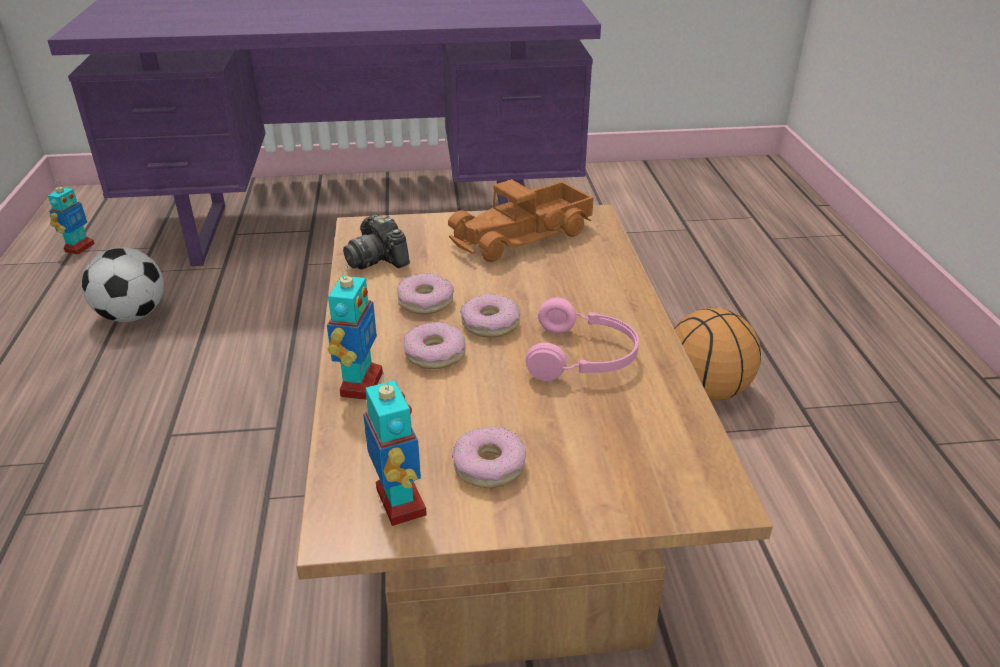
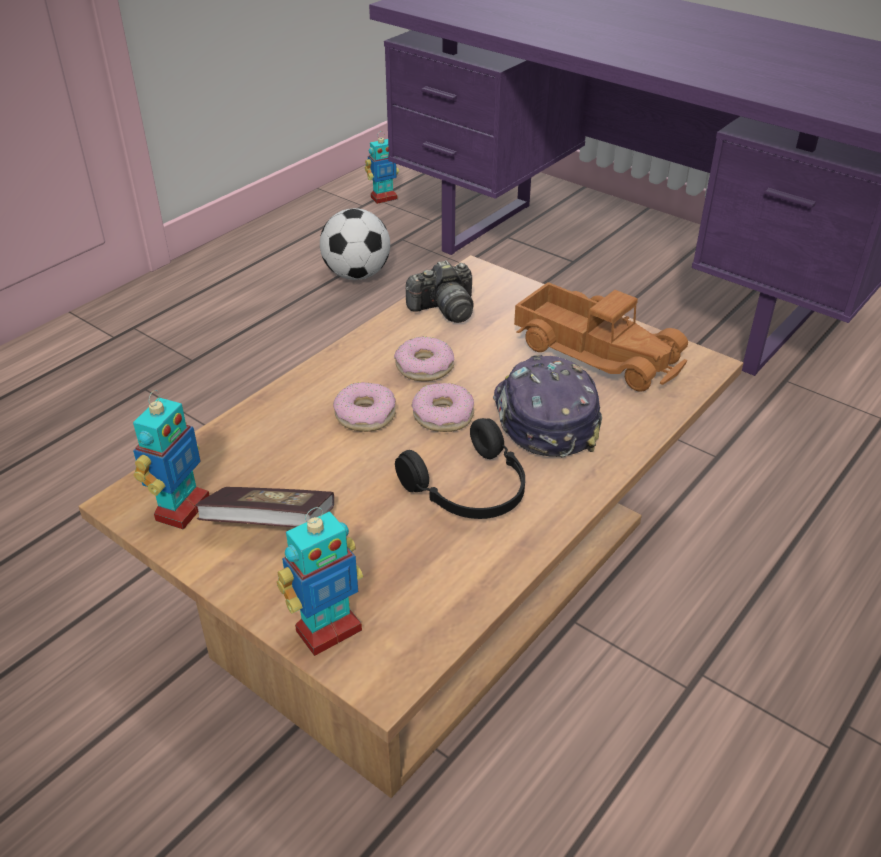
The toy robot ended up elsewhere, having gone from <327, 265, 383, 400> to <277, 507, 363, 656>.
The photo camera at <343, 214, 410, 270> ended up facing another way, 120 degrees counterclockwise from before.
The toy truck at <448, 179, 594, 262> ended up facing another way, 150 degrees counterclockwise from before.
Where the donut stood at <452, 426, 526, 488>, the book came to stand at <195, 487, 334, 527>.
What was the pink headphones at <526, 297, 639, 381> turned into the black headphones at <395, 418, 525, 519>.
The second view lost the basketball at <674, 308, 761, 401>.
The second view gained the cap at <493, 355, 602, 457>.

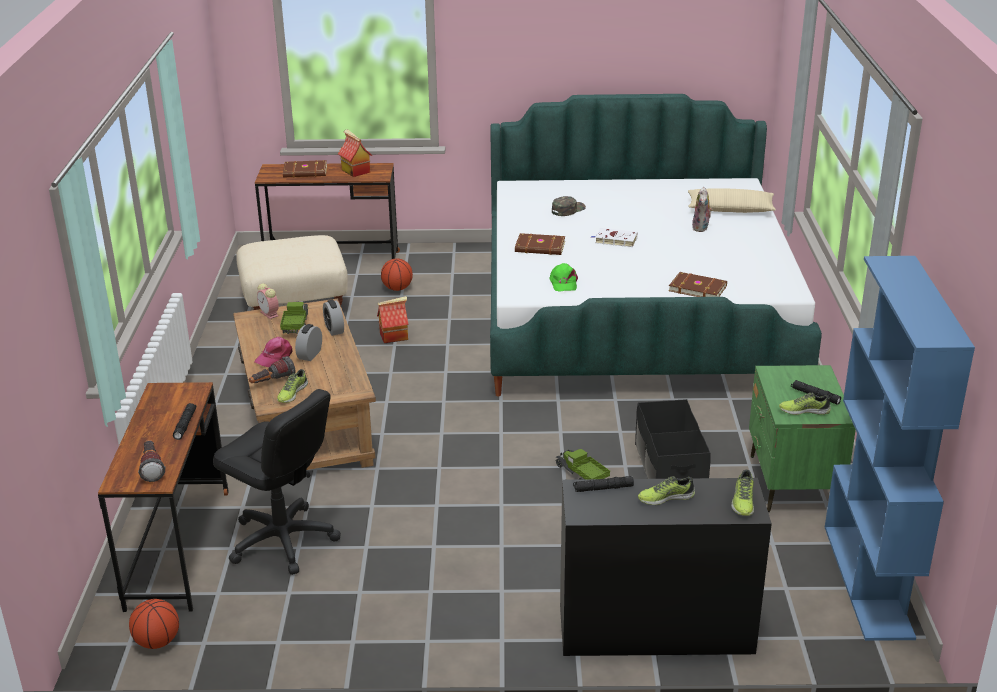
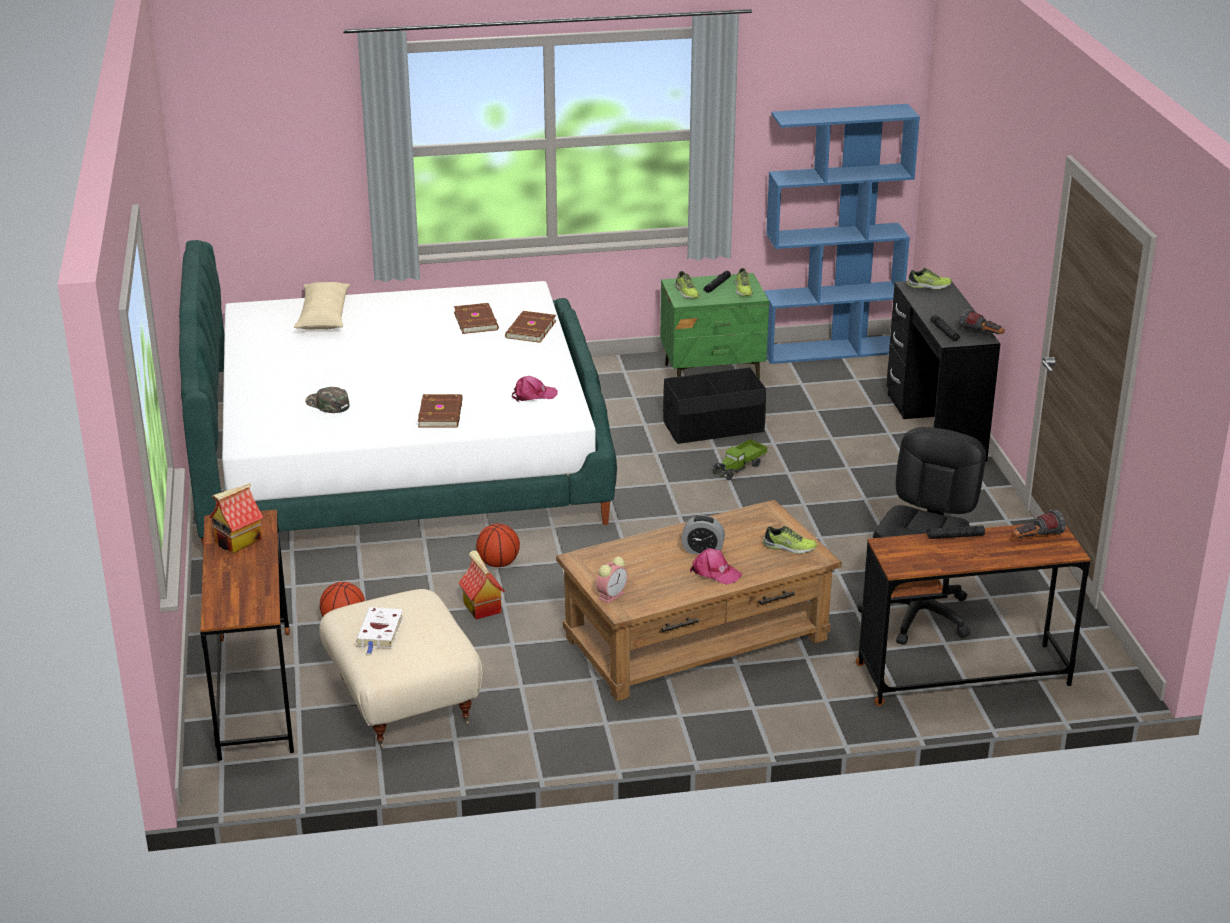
The basketball ended up elsewhere, having gone from <129, 599, 179, 649> to <476, 523, 520, 567>.
The flashlight ended up elsewhere, having gone from <249, 356, 295, 383> to <959, 308, 1005, 334>.
The second view lost the toy truck at <280, 302, 308, 334>.
The brown book ended up elsewhere, having gone from <283, 160, 327, 178> to <454, 303, 499, 334>.
The second view lost the alarm clock at <323, 300, 344, 336>.
What was the green cap at <549, 263, 578, 291> turned into the pink cap at <512, 376, 558, 402>.
The white book ended up elsewhere, having gone from <591, 228, 638, 247> to <356, 607, 403, 654>.
The shoe ended up elsewhere, having gone from <638, 476, 695, 505> to <675, 271, 700, 299>.
The second view lost the plush toy at <692, 187, 713, 232>.

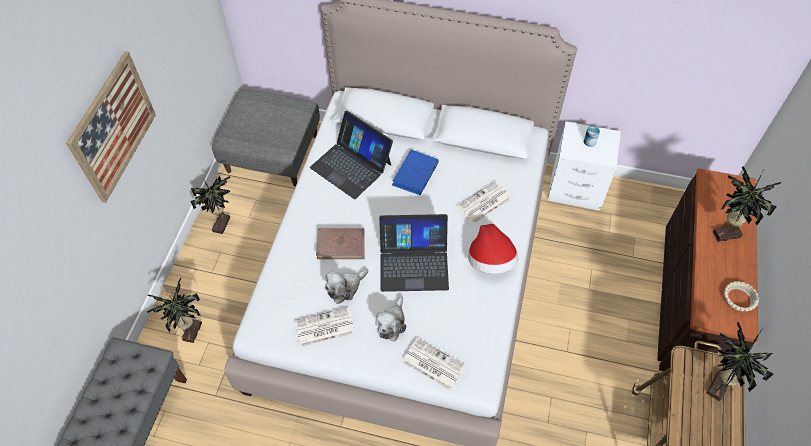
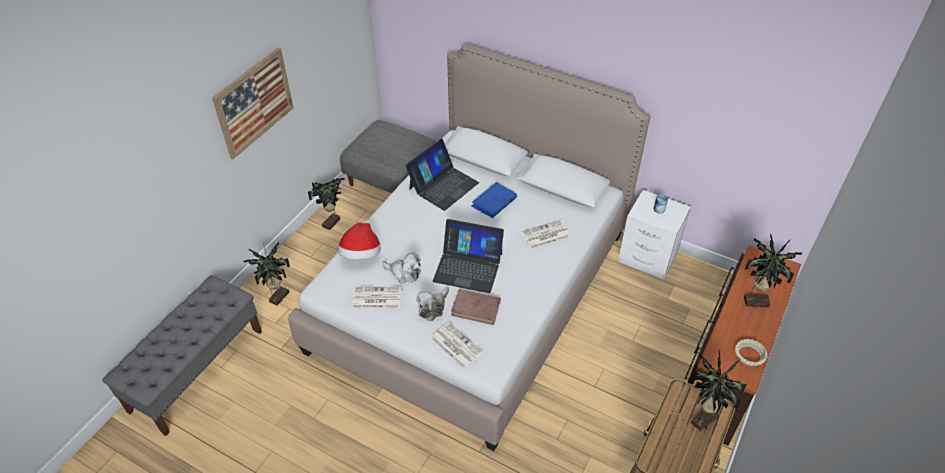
The laptop at <310, 111, 393, 199> ended up facing another way, 105 degrees counterclockwise from before.
The brown book ended up elsewhere, having gone from <316, 228, 365, 259> to <451, 289, 501, 325>.
The plush toy at <325, 269, 368, 304> ended up facing another way, 135 degrees counterclockwise from before.
The hat ended up elsewhere, having gone from <468, 224, 518, 274> to <338, 222, 381, 259>.

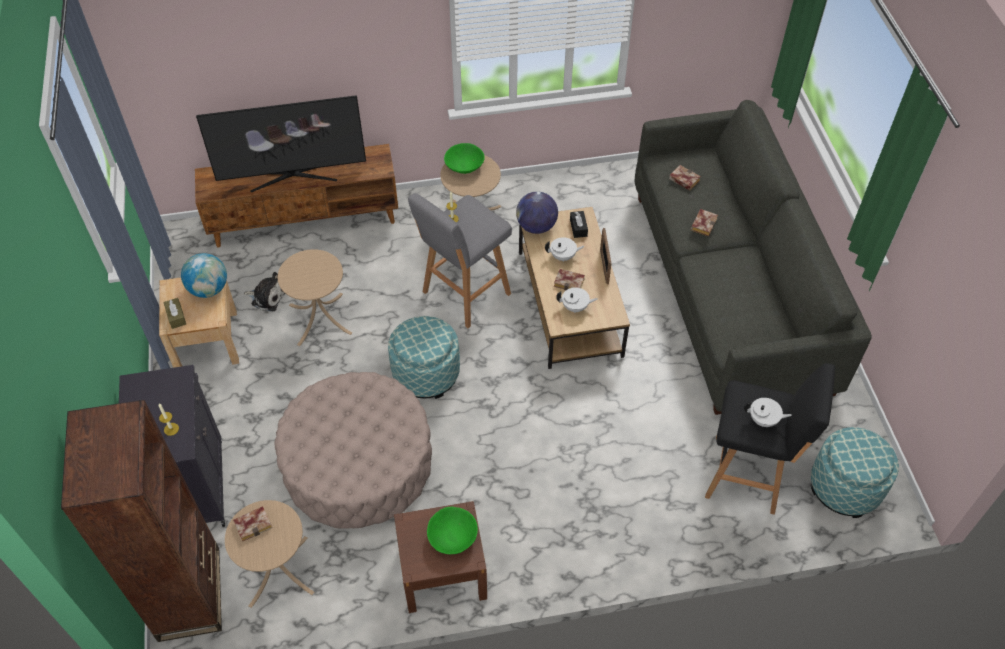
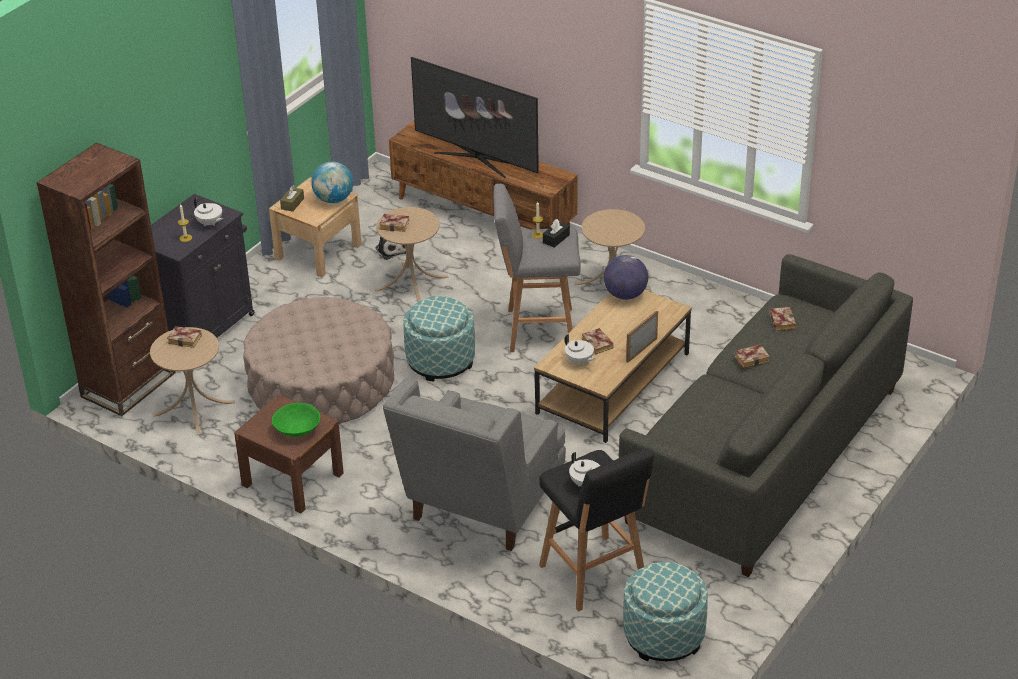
The second view lost the green bowl at <444, 143, 485, 174>.
The white teapot ended up elsewhere, having gone from <545, 237, 585, 262> to <194, 198, 223, 227>.
The black tissue box ended up elsewhere, having gone from <570, 211, 588, 238> to <543, 219, 570, 248>.
The second view gained the book at <379, 214, 409, 232>.
The second view gained the grey armchair at <383, 378, 566, 551>.

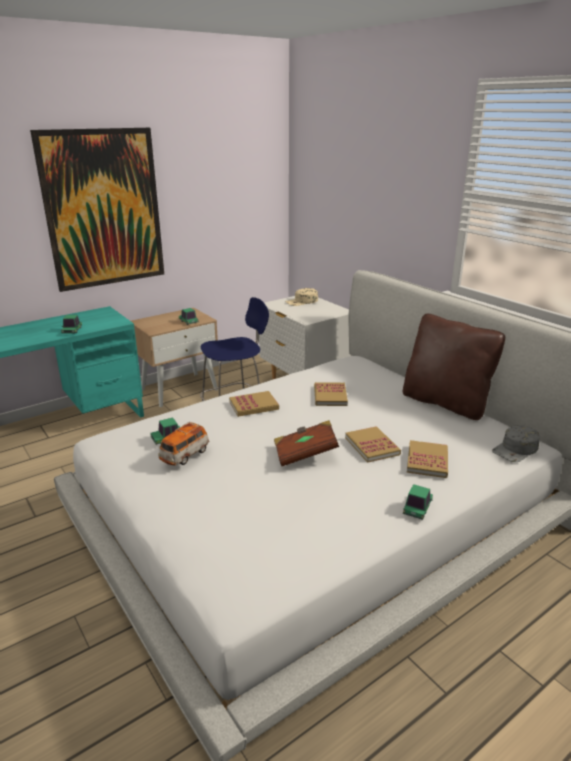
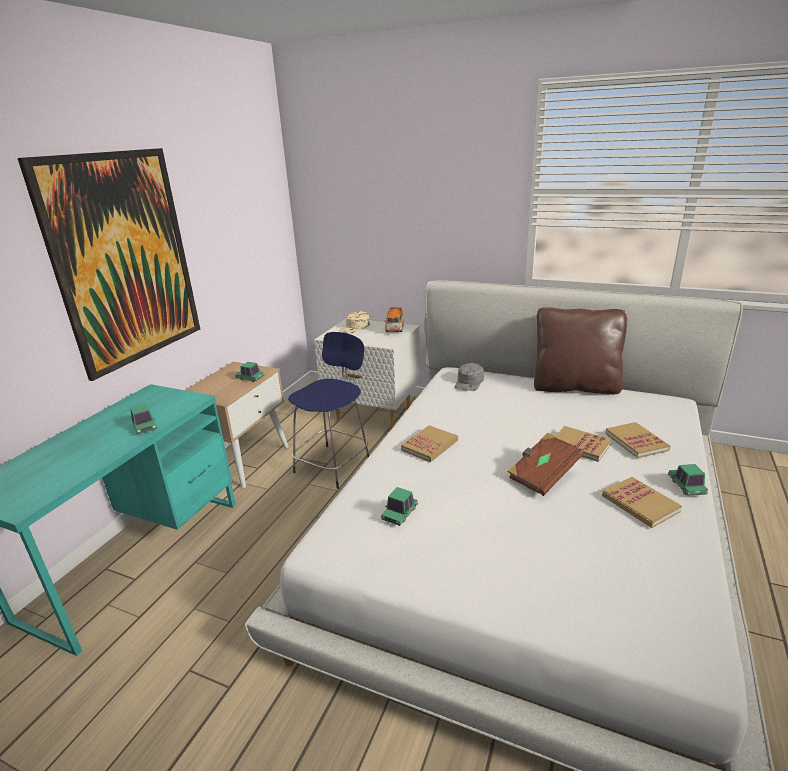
The toy car ended up elsewhere, having gone from <158, 422, 209, 465> to <384, 307, 405, 332>.
The book ended up elsewhere, having gone from <314, 382, 348, 406> to <602, 477, 682, 528>.
The grey cap ended up elsewhere, having gone from <492, 426, 540, 462> to <455, 363, 484, 391>.

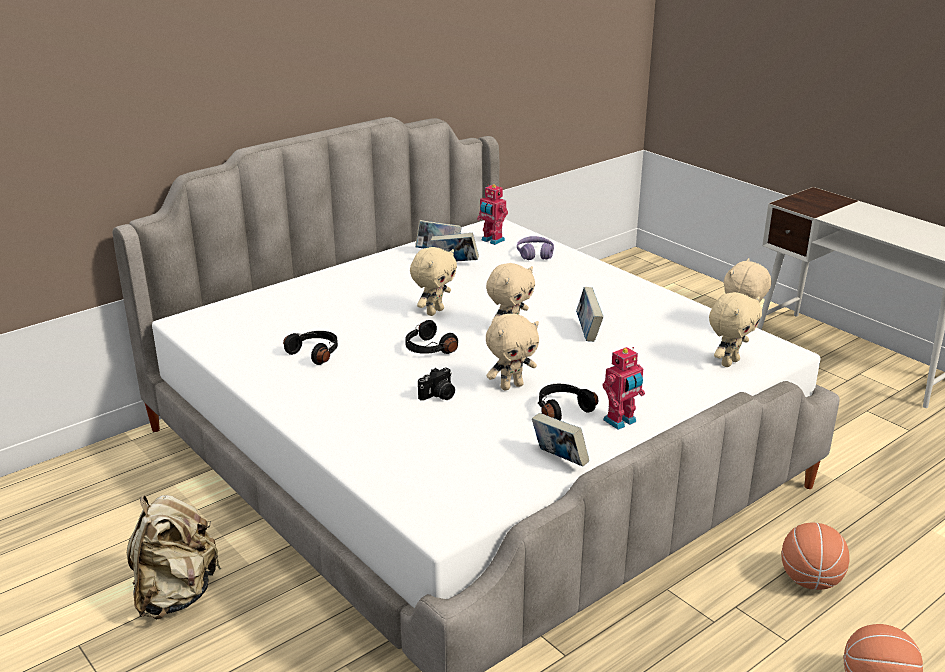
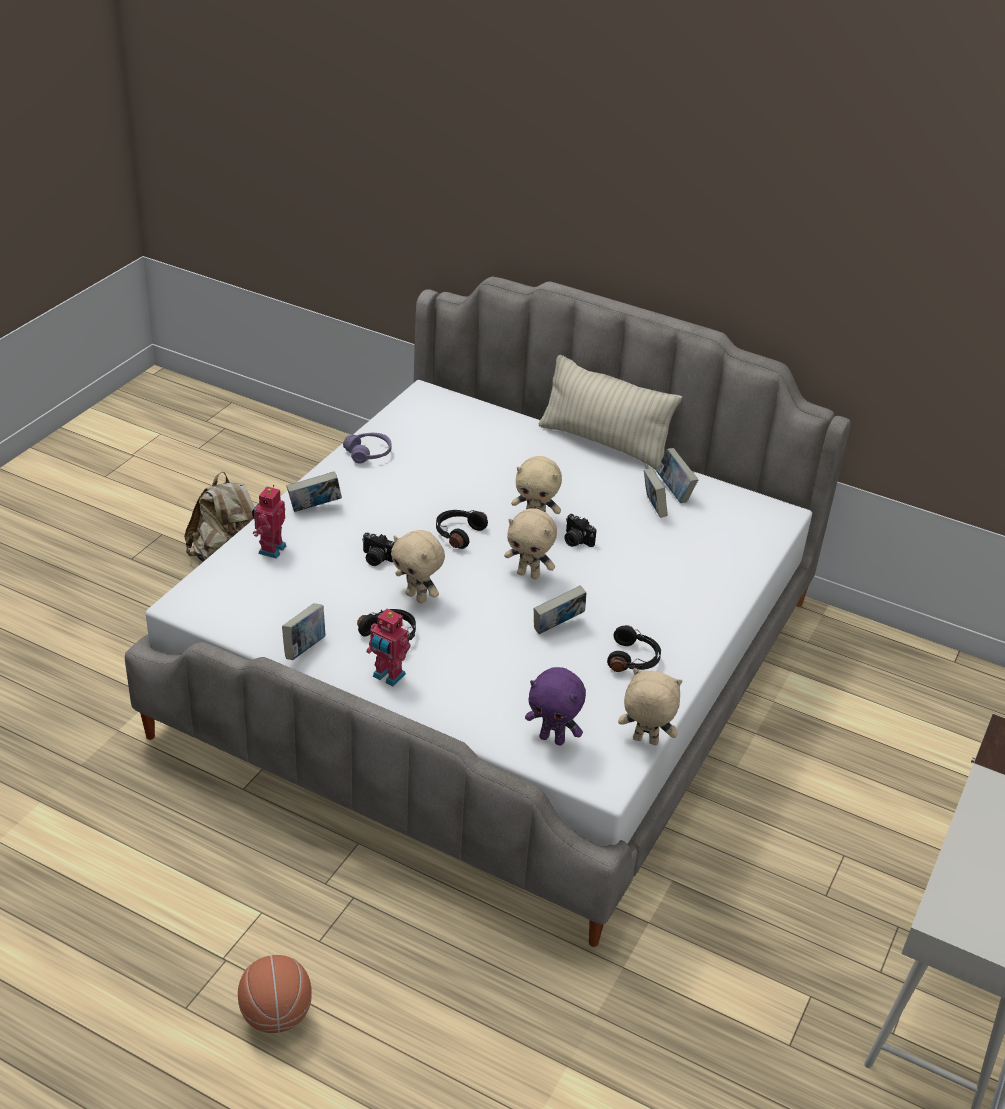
The black headphones ended up elsewhere, having gone from <283, 331, 338, 365> to <607, 625, 661, 672>.
The toy robot ended up elsewhere, having gone from <477, 184, 508, 245> to <252, 485, 286, 559>.
The purple headphones ended up elsewhere, having gone from <517, 236, 554, 260> to <343, 433, 391, 463>.
What was the beige plush toy at <709, 292, 762, 367> turned into the purple plush toy at <525, 667, 586, 746>.
The second view lost the basketball at <782, 522, 850, 590>.
The second view gained the book at <286, 471, 342, 512>.
The second view gained the beige pillow at <538, 355, 682, 470>.
The second view gained the photo camera at <564, 514, 597, 547>.

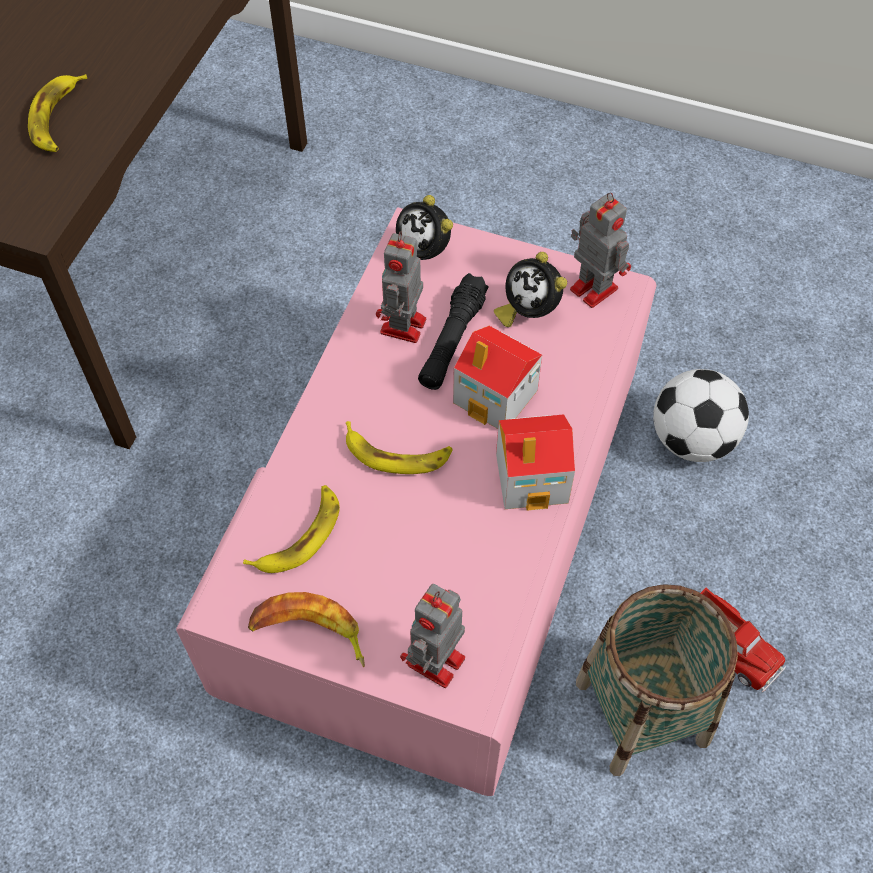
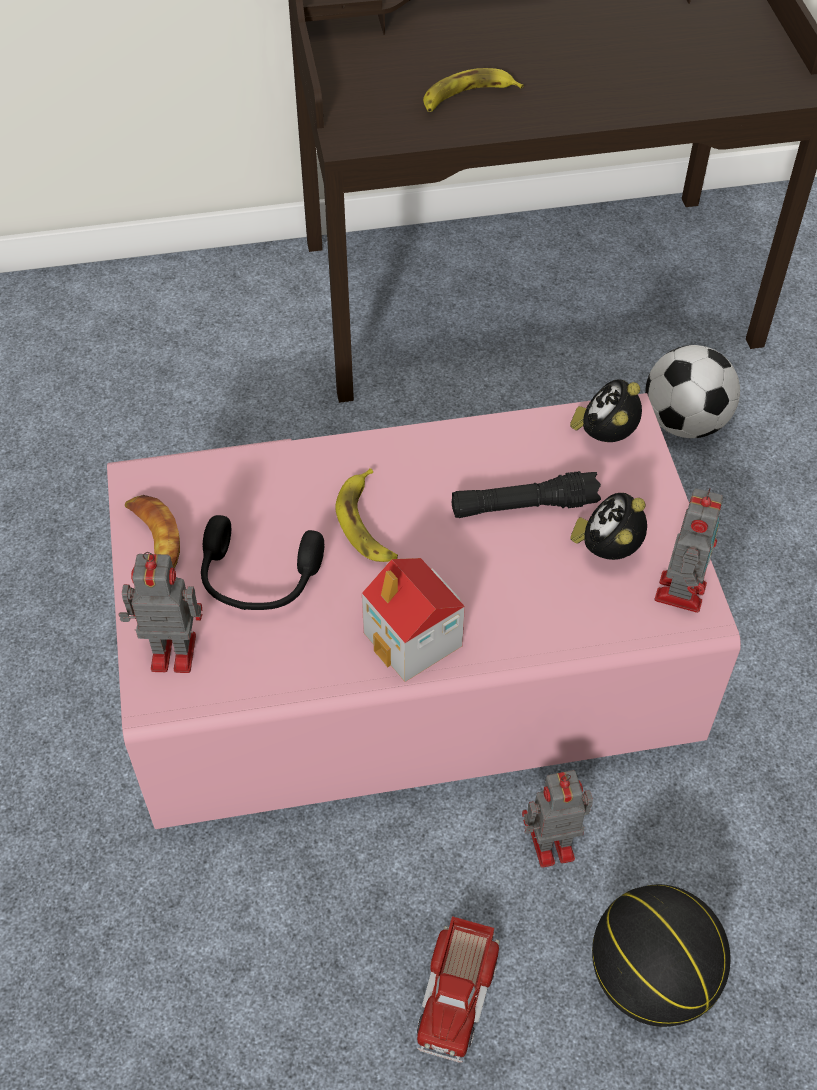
The second view lost the banana at <243, 485, 340, 573>.
The toy robot ended up elsewhere, having gone from <376, 231, 426, 343> to <522, 770, 593, 868>.
The second view lost the toy house at <453, 326, 542, 429>.
The second view lost the basket at <576, 584, 738, 776>.
The football ended up elsewhere, having gone from <653, 369, 749, 462> to <645, 345, 740, 438>.
The second view gained the black headphones at <201, 515, 324, 610>.
The second view gained the basketball at <592, 884, 731, 1027>.

